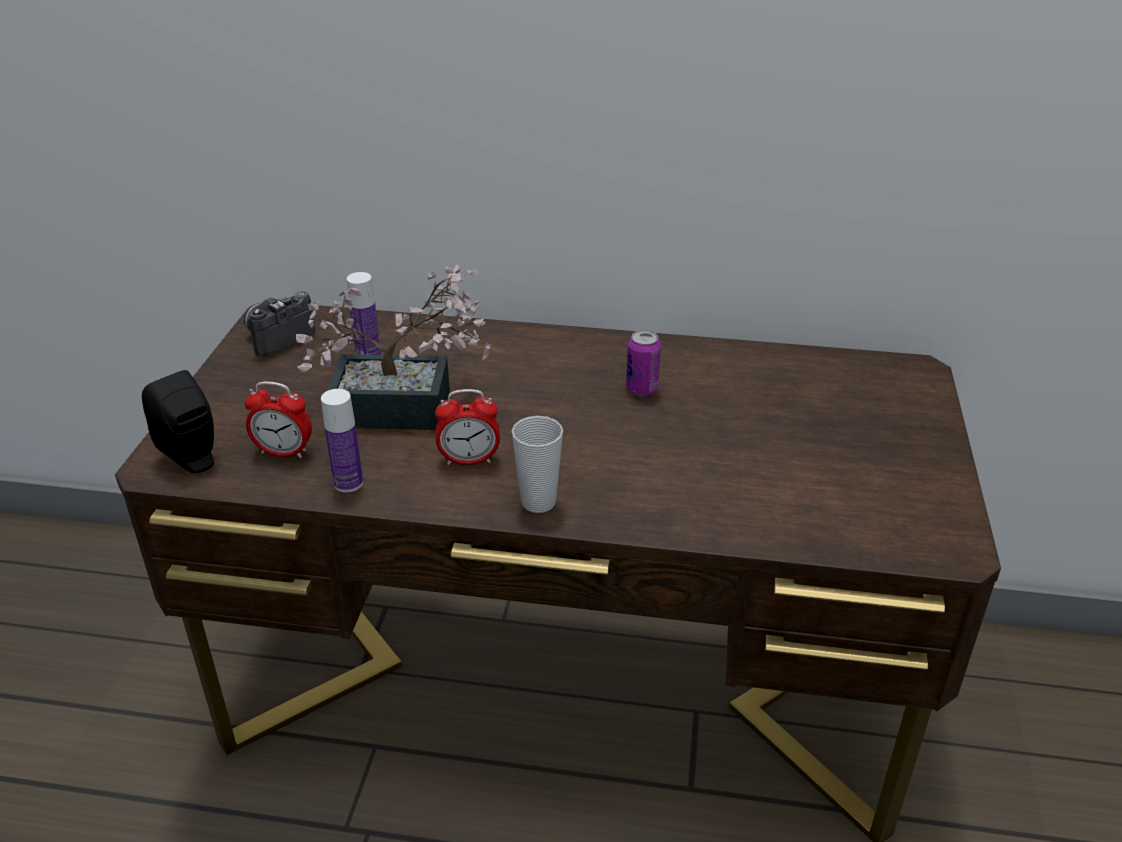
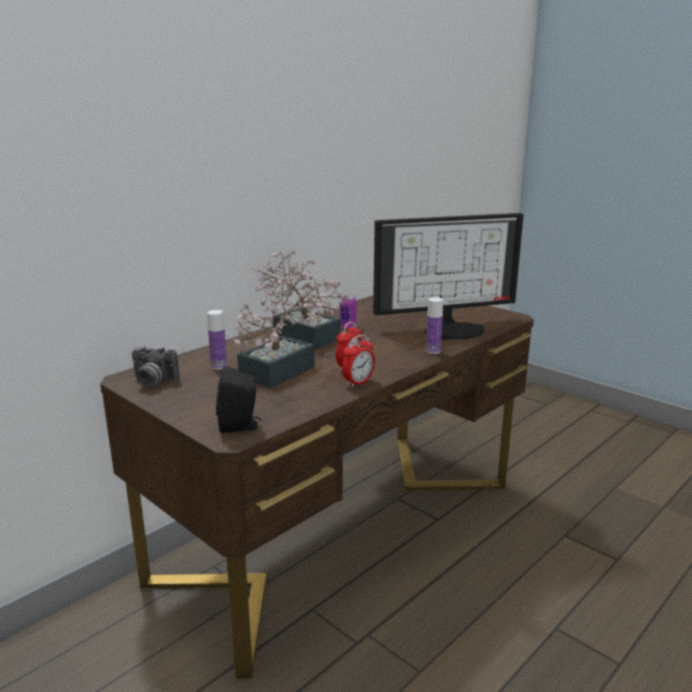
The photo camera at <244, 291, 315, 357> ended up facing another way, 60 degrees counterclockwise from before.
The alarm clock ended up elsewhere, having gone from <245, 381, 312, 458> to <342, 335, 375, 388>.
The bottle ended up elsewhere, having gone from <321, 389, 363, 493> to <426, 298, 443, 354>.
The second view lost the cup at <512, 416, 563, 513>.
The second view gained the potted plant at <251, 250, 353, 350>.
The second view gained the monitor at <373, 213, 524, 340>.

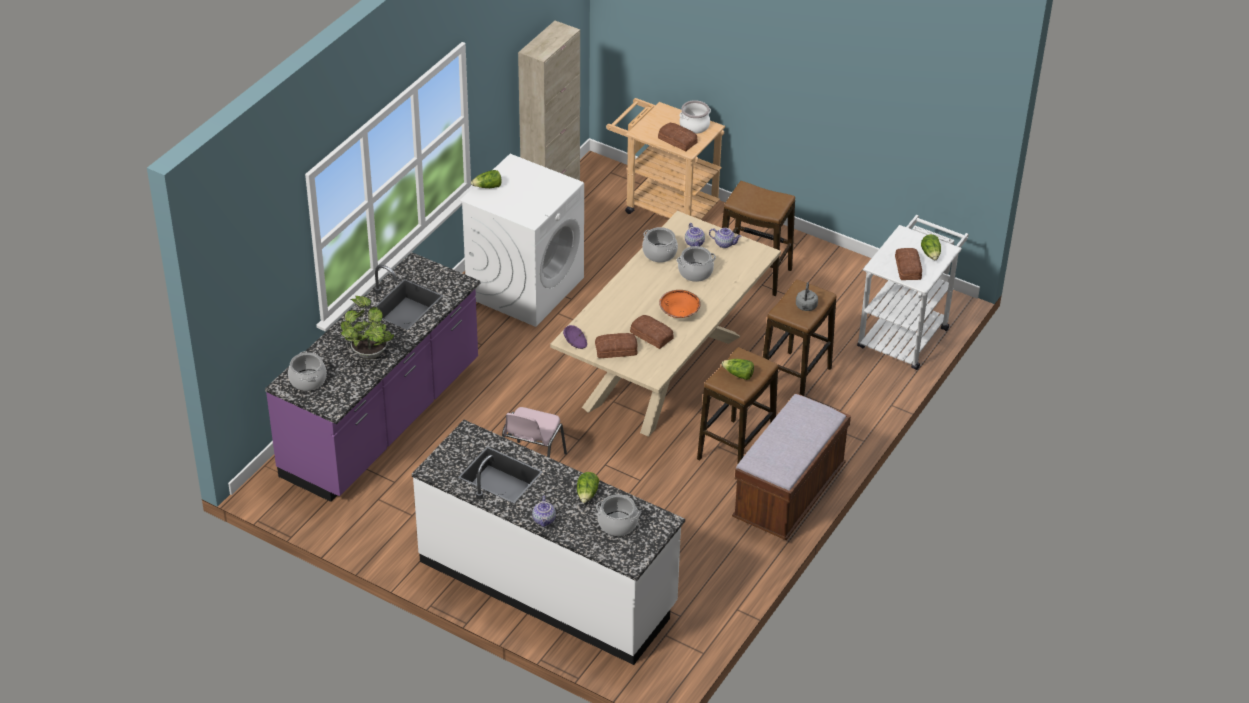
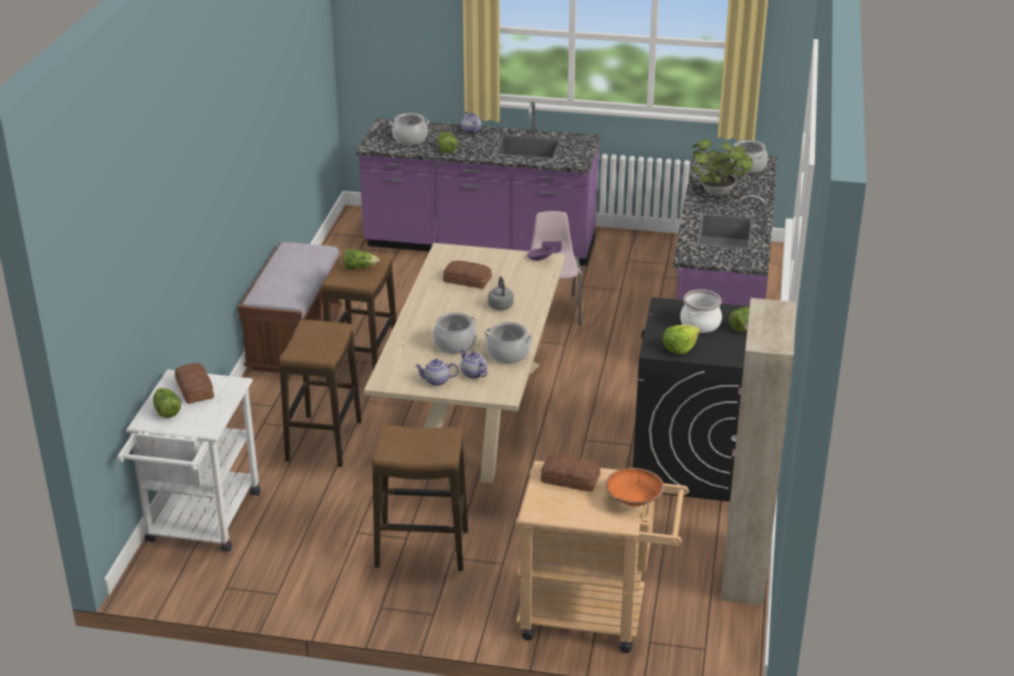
What was the white counter at <412, 420, 685, 665> turned into the purple counter at <356, 101, 600, 266>.
What was the white washing machine at <460, 154, 584, 327> turned into the black washing machine at <633, 297, 750, 502>.
The second view lost the bread at <595, 333, 638, 358>.
The orange bowl ended up elsewhere, having gone from <659, 290, 701, 318> to <606, 468, 664, 507>.
The cooking pot ended up elsewhere, having gone from <680, 100, 711, 134> to <680, 289, 722, 333>.
The grey kettle ended up elsewhere, having gone from <796, 282, 818, 311> to <488, 276, 514, 310>.
The second view gained the lettuce at <663, 325, 700, 355>.

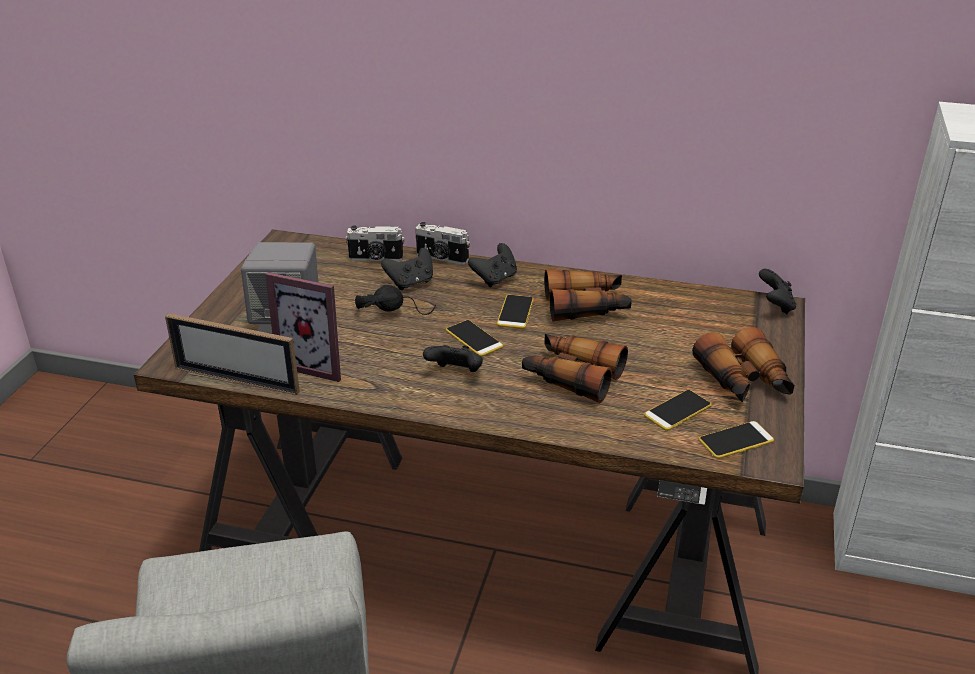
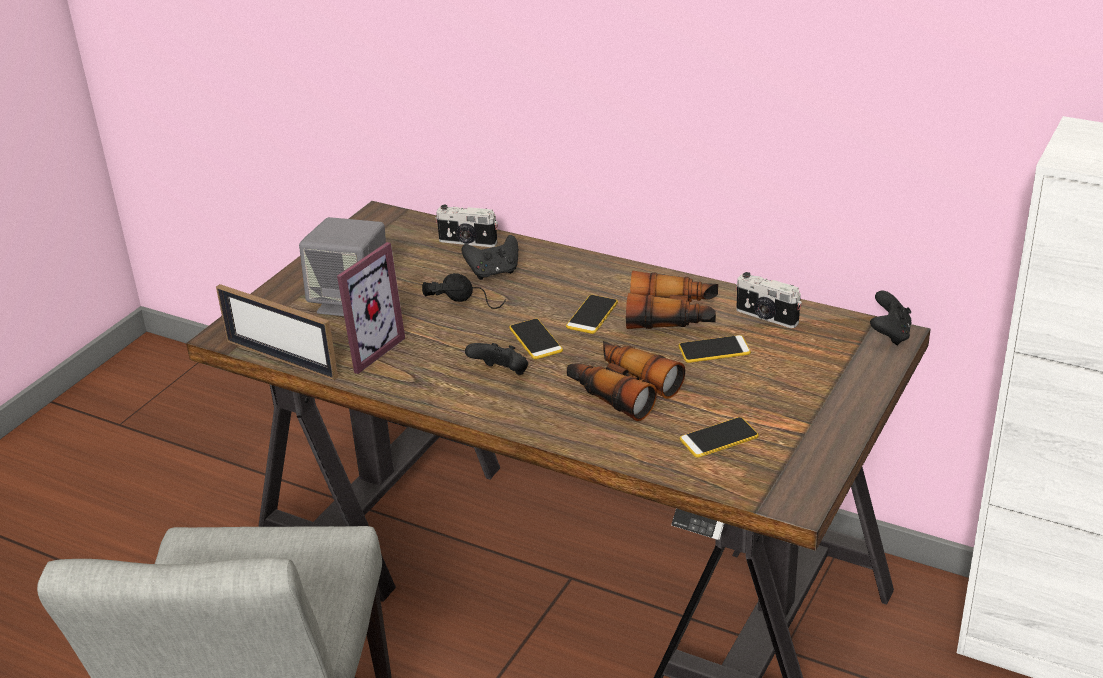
The picture frame at <266, 272, 341, 382> ended up facing another way, 90 degrees counterclockwise from before.
The photo camera ended up elsewhere, having gone from <415, 222, 470, 265> to <736, 272, 802, 328>.
The second view lost the black game controller at <468, 243, 517, 287>.
The second view lost the binoculars at <692, 327, 794, 402>.
The phone ended up elsewhere, having gone from <699, 421, 774, 459> to <678, 335, 751, 363>.

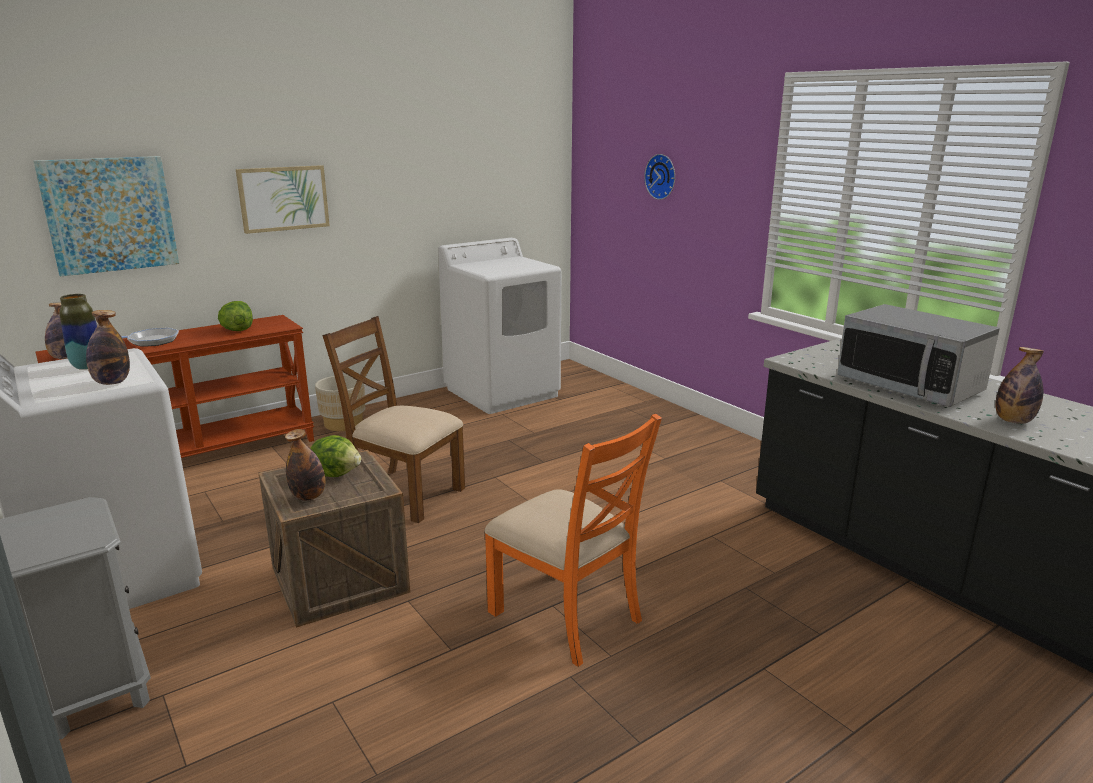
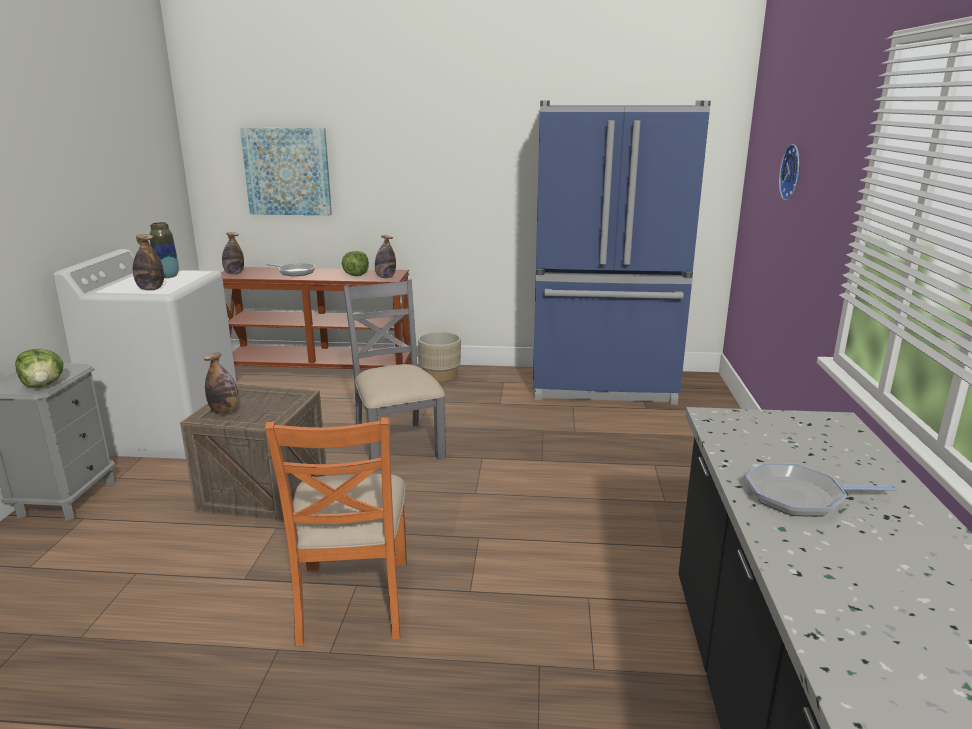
The second view lost the picture at <236, 165, 330, 234>.
The lettuce ended up elsewhere, having gone from <310, 435, 361, 477> to <15, 349, 63, 388>.
What was the brown chair at <322, 316, 465, 523> turned into the grey chair at <343, 280, 446, 472>.
Where the white washing machine stood at <438, 238, 561, 414>, the blue fridge came to stand at <533, 101, 711, 405>.
Where the microwave stood at <837, 304, 1000, 407>, the frying pan came to stand at <746, 463, 898, 517>.
The bottle ended up elsewhere, having gone from <995, 347, 1044, 424> to <375, 235, 396, 278>.

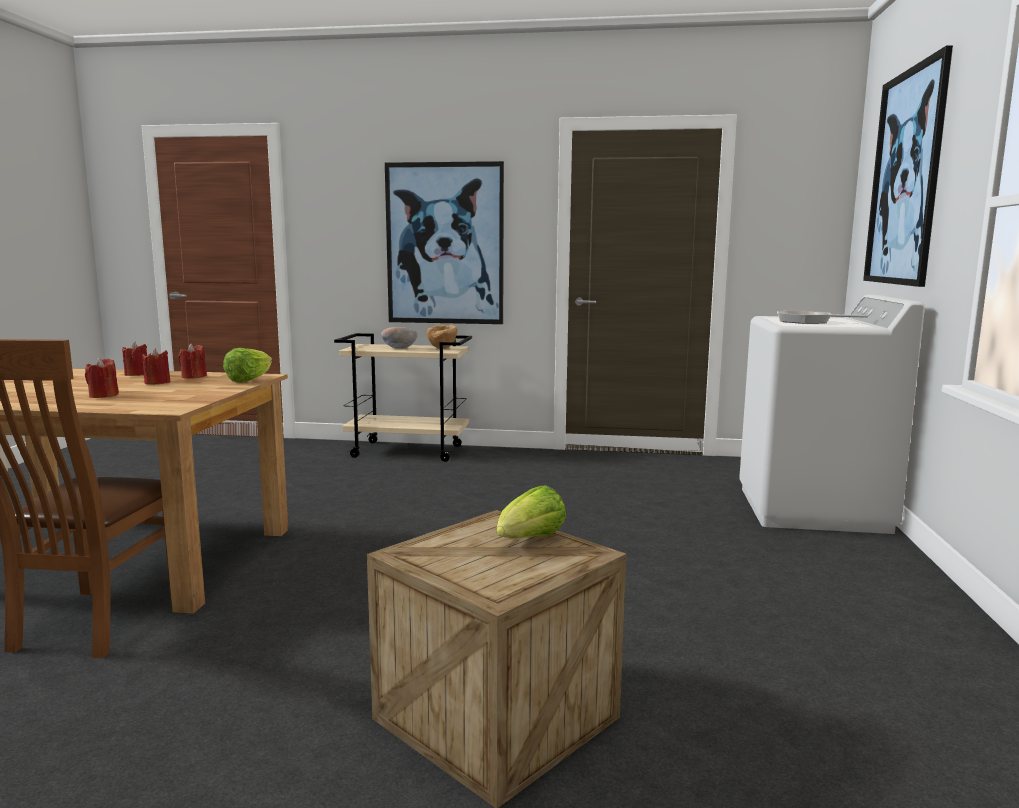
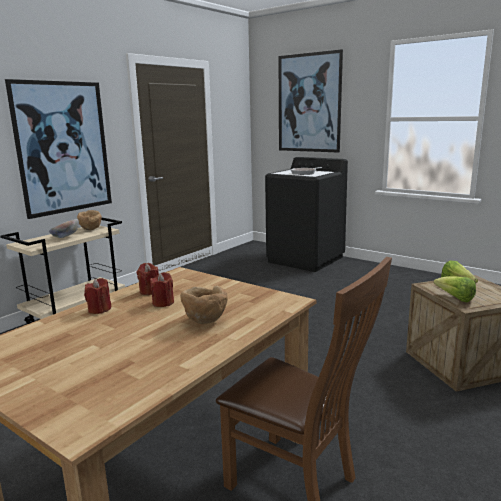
Where the red candle stood at <85, 357, 119, 398>, the brown bowl came to stand at <180, 286, 228, 324>.
The lettuce ended up elsewhere, having gone from <223, 348, 272, 382> to <434, 276, 476, 302>.
What was the white washing machine at <739, 295, 925, 534> turned into the black washing machine at <265, 157, 348, 272>.

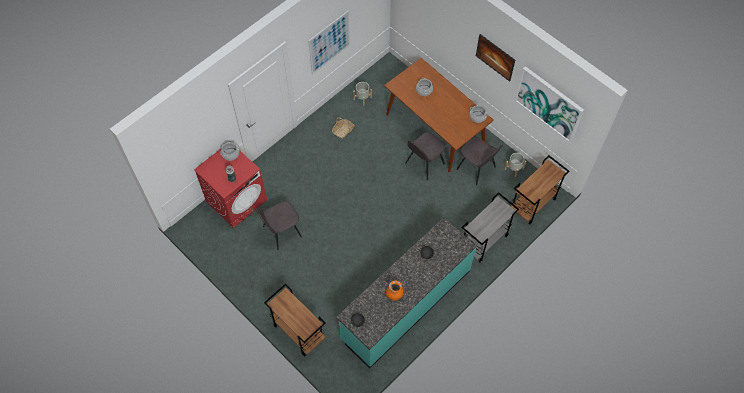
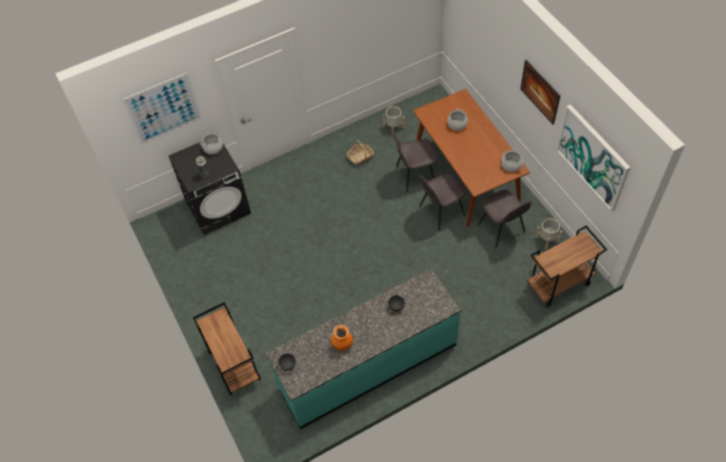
What was the red washing machine at <194, 148, 267, 228> turned into the black washing machine at <168, 134, 251, 235>.
The grey chair ended up elsewhere, having gone from <255, 201, 302, 250> to <392, 133, 437, 192>.
The picture ended up elsewhere, having gone from <309, 11, 350, 75> to <122, 72, 202, 145>.
The second view lost the grey cart at <461, 192, 519, 263>.

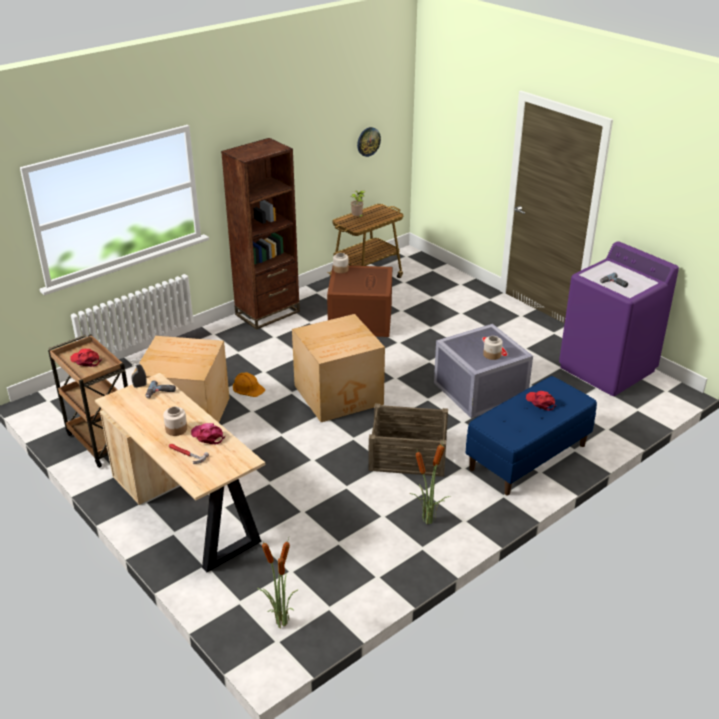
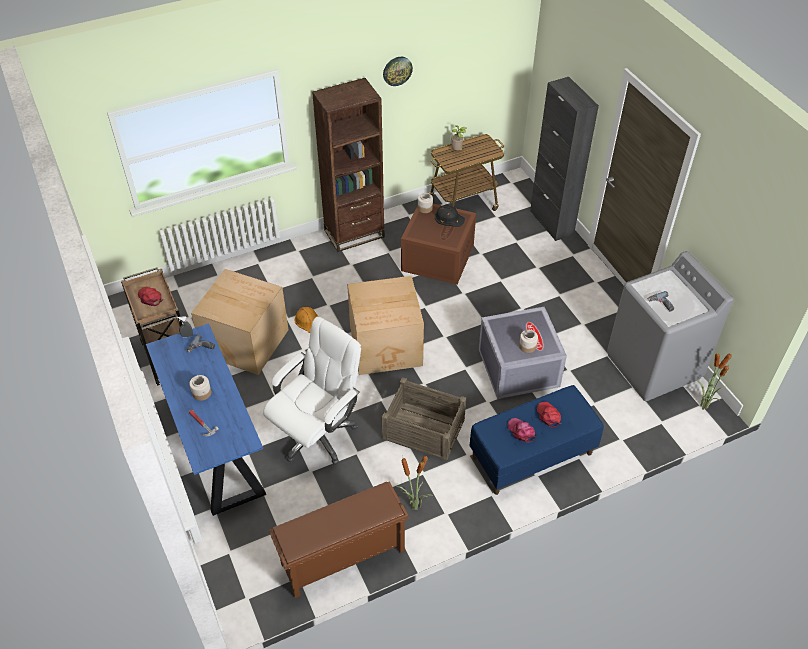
What was the beige desk at <95, 373, 265, 572> turned into the blue desk at <146, 323, 266, 516>.
The pink cap ended up elsewhere, having gone from <191, 423, 225, 445> to <507, 418, 537, 443>.
The potted plant ended up elsewhere, having gone from <257, 538, 298, 629> to <696, 353, 731, 410>.
The wall clock ended up elsewhere, having gone from <357, 127, 381, 157> to <383, 57, 413, 86>.
What was the purple washing machine at <559, 241, 679, 396> turned into the grey washing machine at <607, 251, 734, 401>.
The second view gained the white office chair at <263, 317, 361, 465>.
The second view gained the brown shoe rack at <269, 481, 409, 598>.
The second view gained the black hard hat at <435, 205, 465, 227>.
The second view gained the black cabinet at <530, 77, 599, 241>.

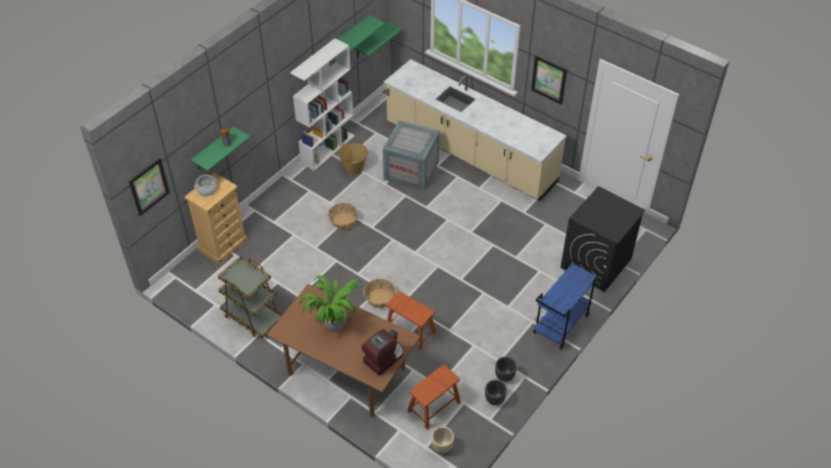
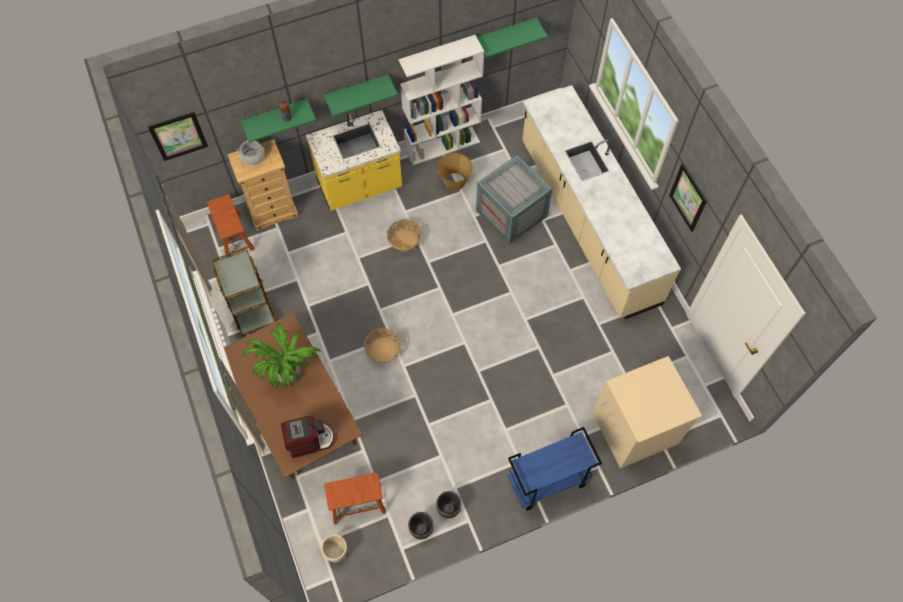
The green shelf ended up elsewhere, having gone from <354, 21, 402, 57> to <324, 74, 398, 117>.
The brown stool ended up elsewhere, having gone from <386, 291, 436, 350> to <207, 194, 255, 257>.
What was the black washing machine at <560, 186, 646, 292> turned into the beige washing machine at <593, 356, 702, 468>.
The second view gained the yellow counter at <306, 110, 402, 211>.

